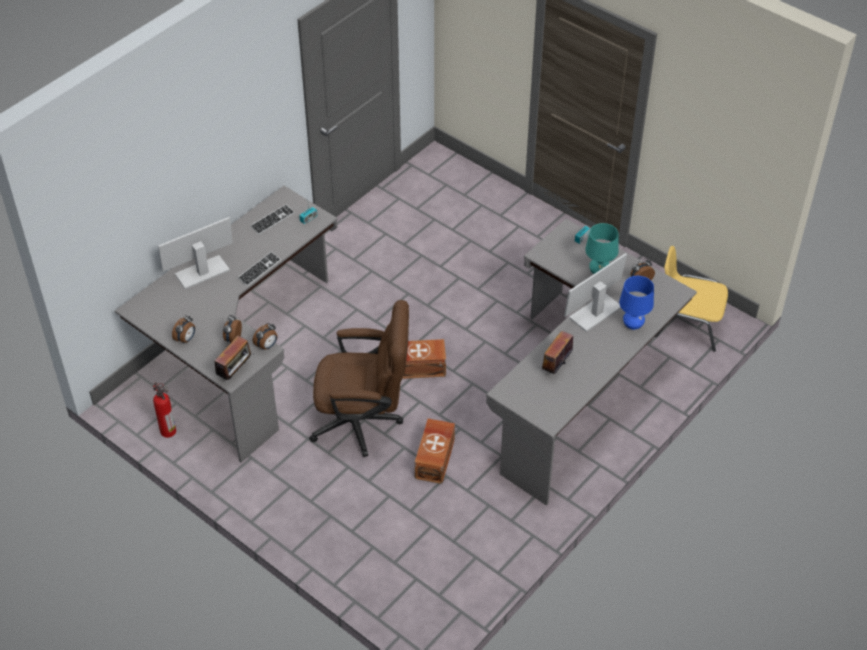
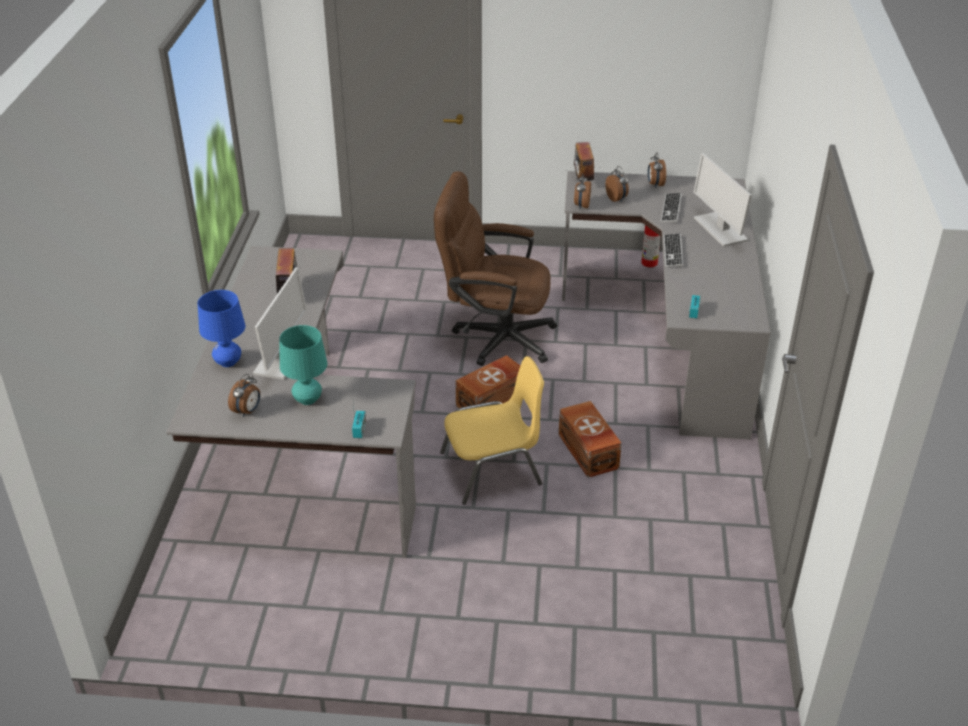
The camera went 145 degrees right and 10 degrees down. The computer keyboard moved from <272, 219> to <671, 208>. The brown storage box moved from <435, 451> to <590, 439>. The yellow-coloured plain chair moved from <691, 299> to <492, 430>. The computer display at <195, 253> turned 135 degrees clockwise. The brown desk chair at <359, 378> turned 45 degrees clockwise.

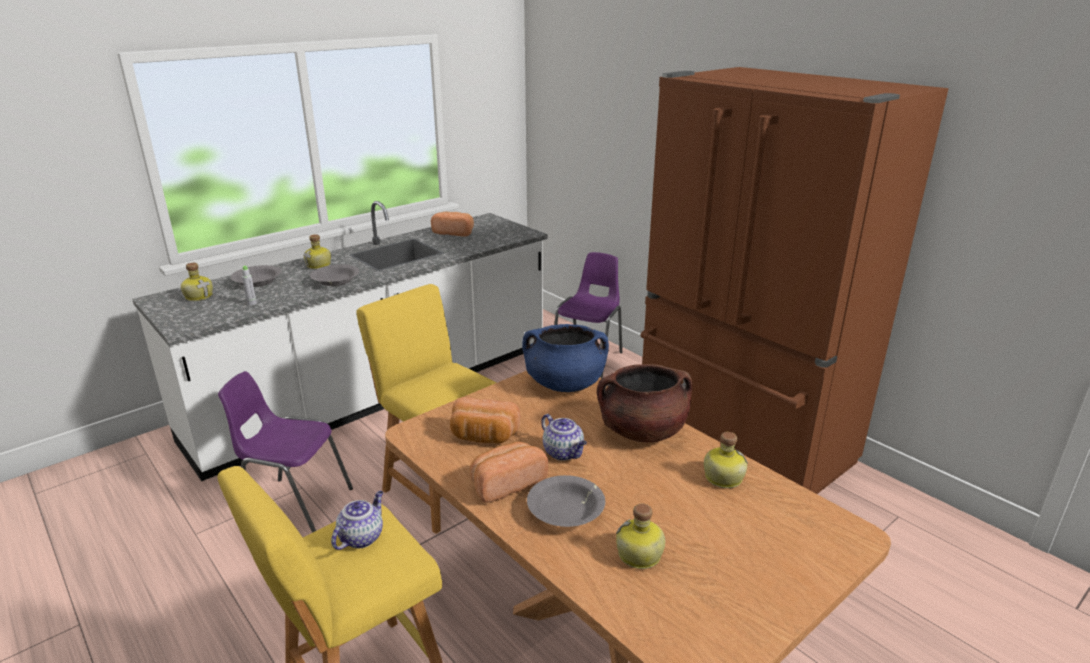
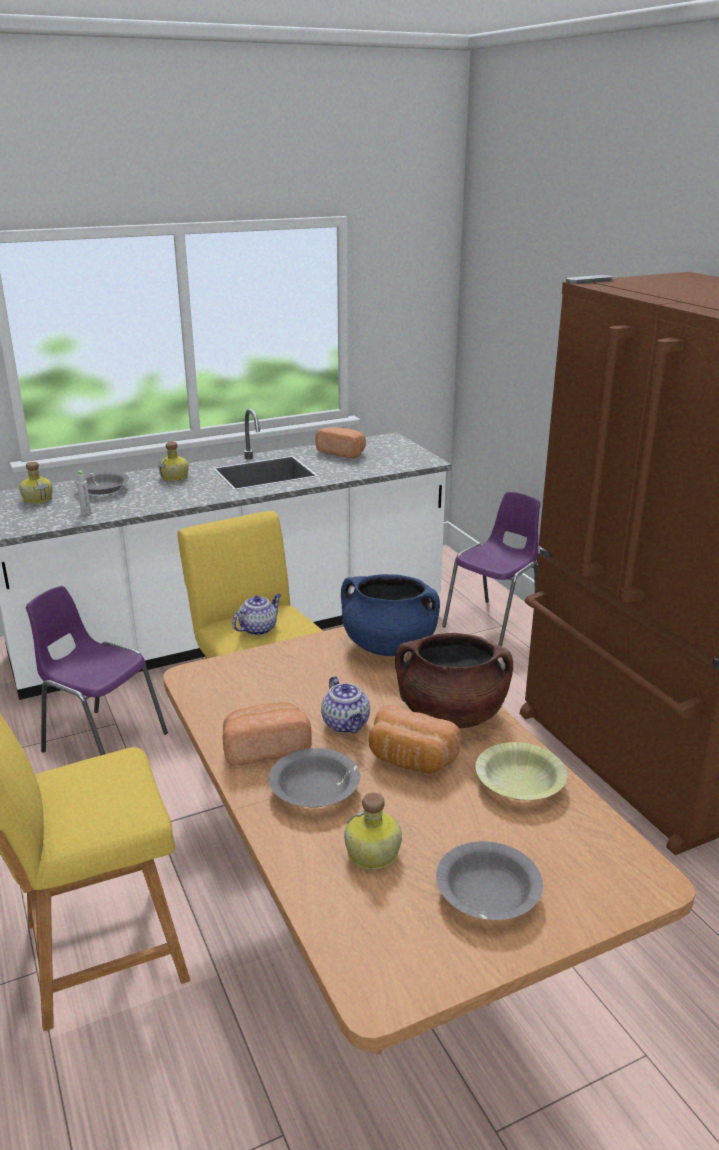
The camera went 15 degrees right and 0 degrees up. The greyish serving bowl moved from <334, 275> to <489, 880>. The teapot moved from <357, 520> to <256, 615>. The baked bread moved from <485, 420> to <415, 739>. The beverage bottle at <726, 460> was replaced by the yellow-coloured serving bowl at <521, 771>.

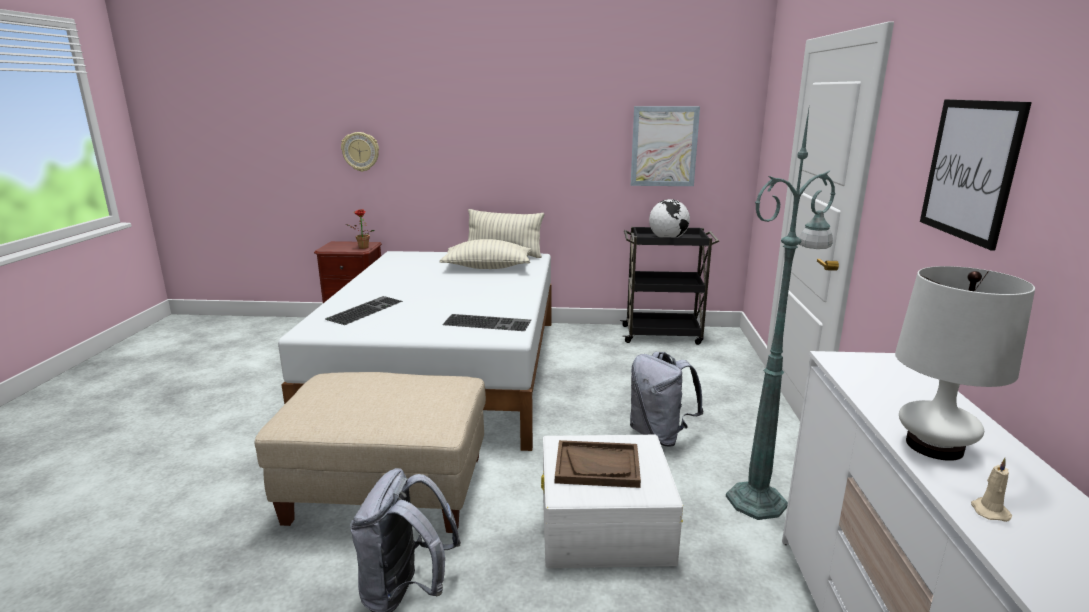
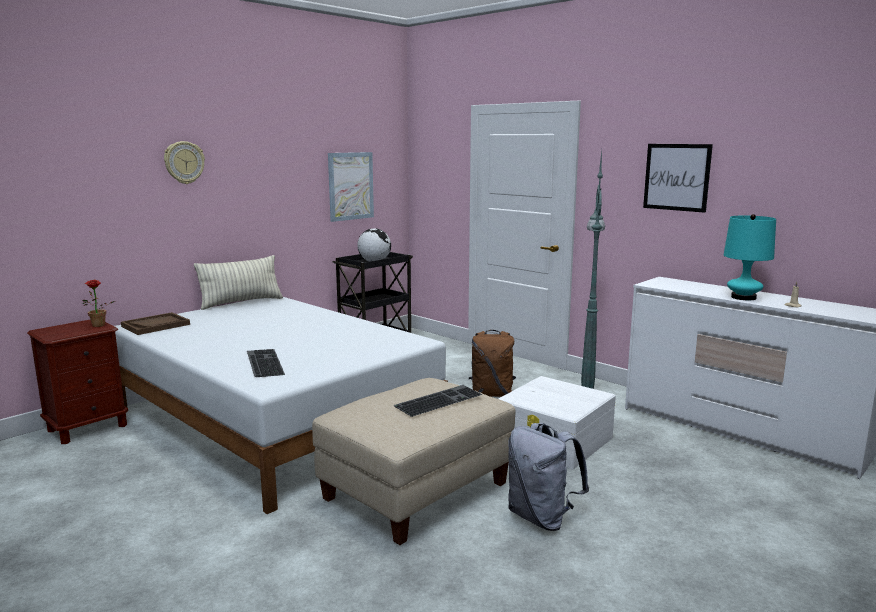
The camera went 50 degrees left and 5 degrees down. The pillow at <485, 254> disappeared. The hanging clock moved from <360, 152> to <184, 162>. The computer keyboard moved from <486, 322> to <438, 401>. The brown tray moved from <598, 464> to <155, 323>. The greyish knapsack at <667, 399> became the brown knapsack at <492, 363>. The white lamp for a table at <965, 363> became the turquoise lamp for a table at <750, 257>.

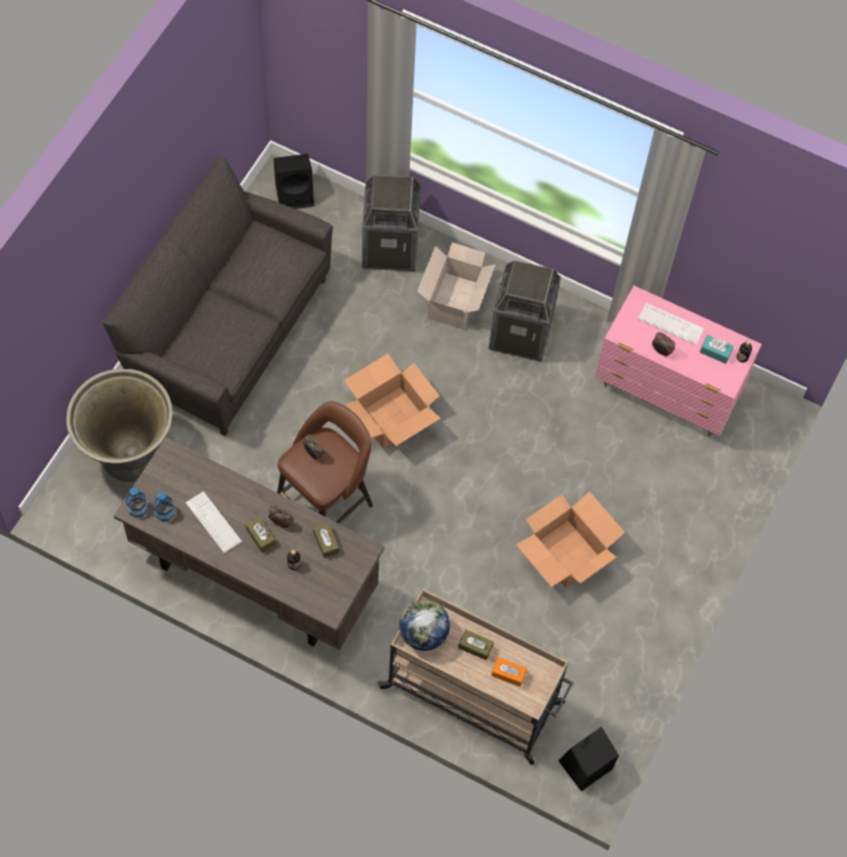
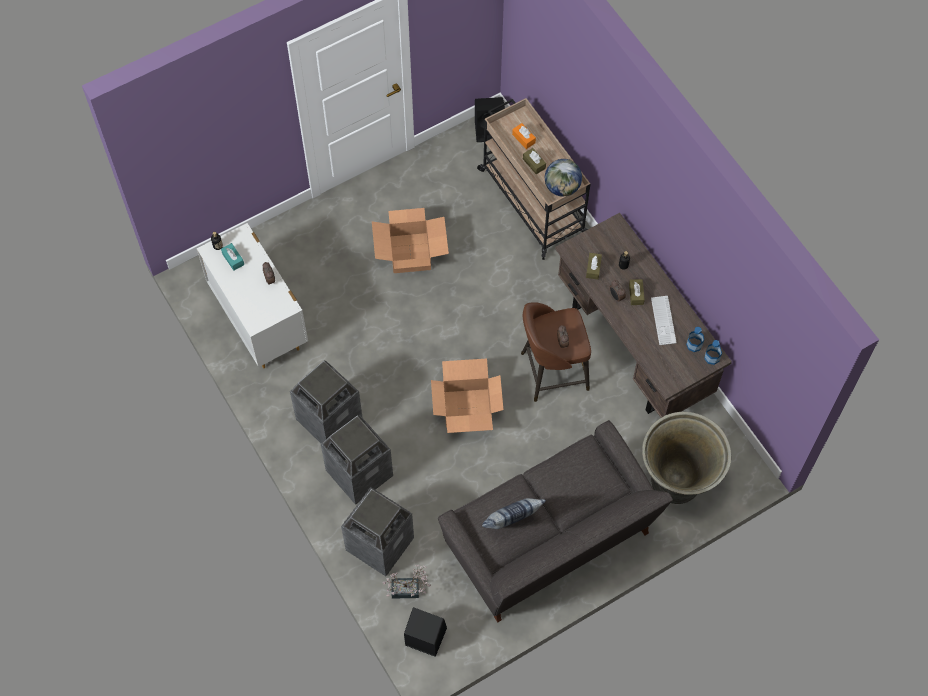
The camera went 145 degrees left and 0 degrees up. The computer keyboard at <671, 324> disappeared. The houseplant at <407, 582> appeared. The pillow at <514, 513> appeared. The packing box at <456, 285> was replaced by the trash can at <357, 460>. The pink-coloured dresser at <678, 361> became the white dresser at <252, 296>.

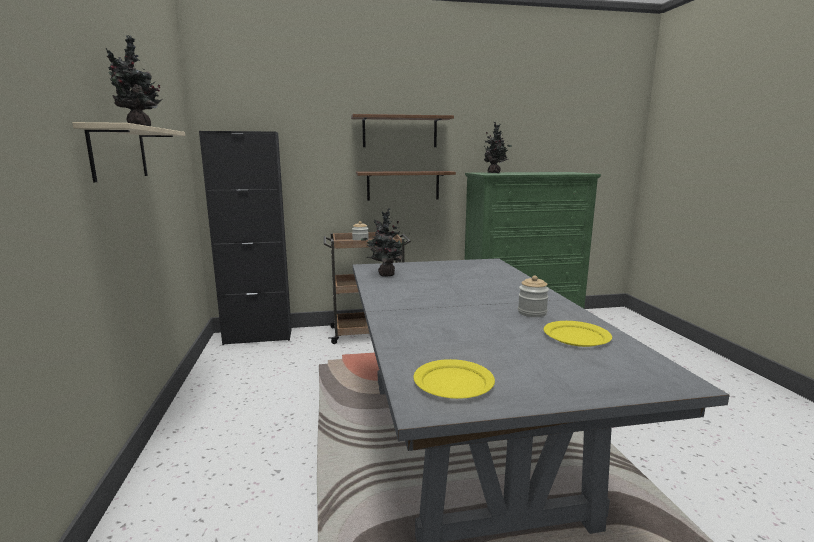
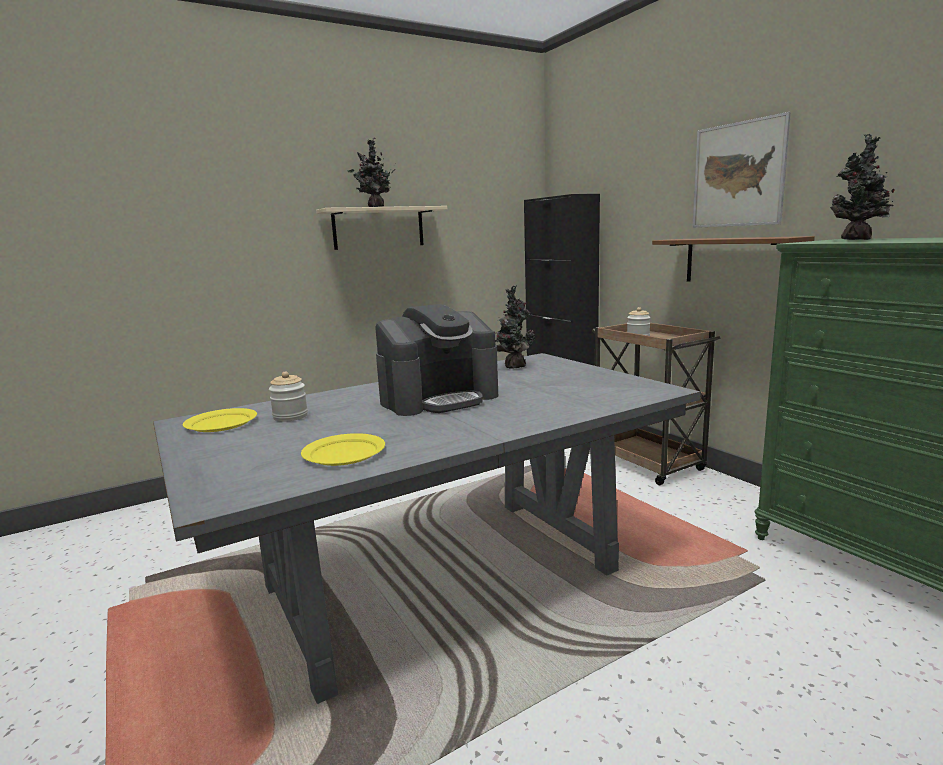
The camera went 70 degrees right and 0 degrees up. The coffee machine at <436, 360> appeared. The jar moved from <533, 296> to <288, 397>. The brown bracket shelf at <402, 130> was replaced by the picture at <741, 170>.

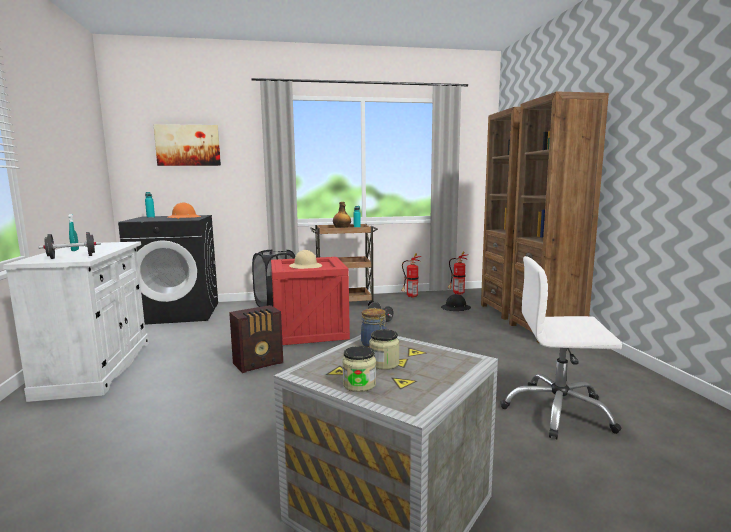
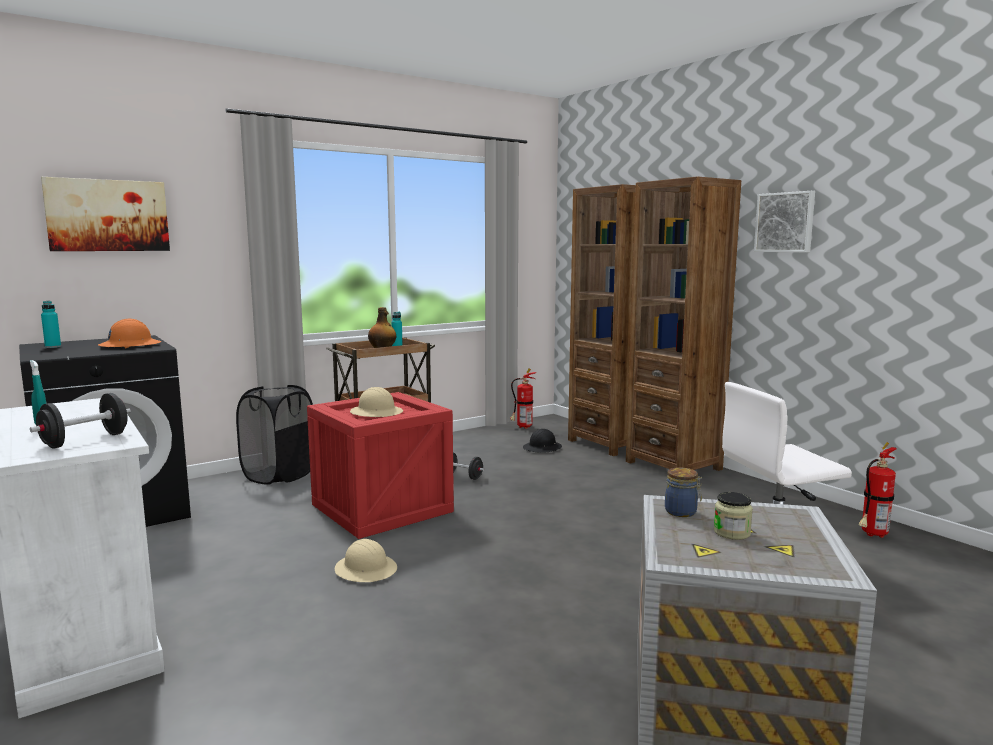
The camera went 25 degrees left and 0 degrees up. The jar at <359, 369> disappeared. The picture at <784, 221> appeared. The extinguisher moved from <411, 275> to <877, 490>. The radio at <256, 339> was replaced by the beige-coloured work helmet at <366, 560>.

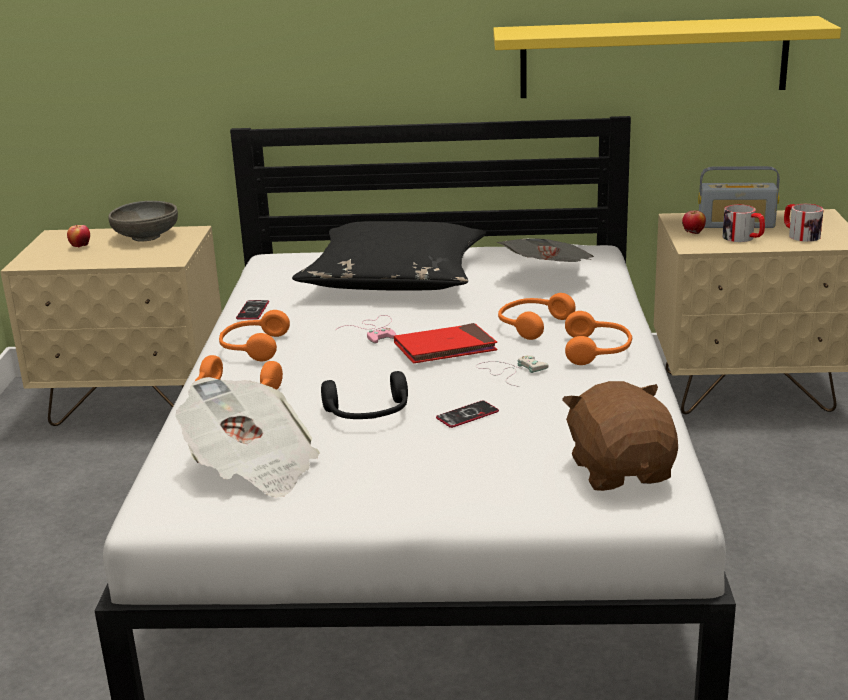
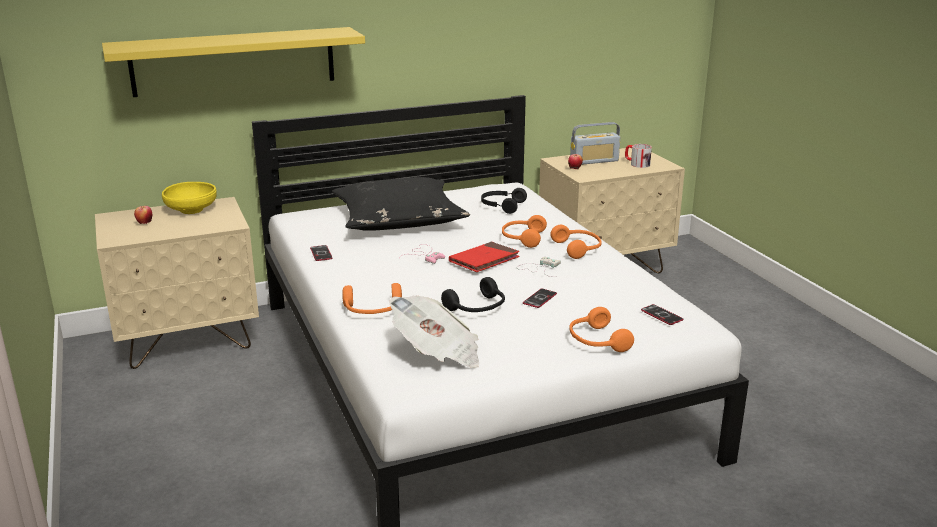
The camera went 25 degrees left and 0 degrees up. The mug at <743, 223> disappeared. The orange headset moved from <254, 335> to <601, 329>. The yellow-coloured bracket shelf moved from <667, 57> to <233, 62>. The daily paper at <545, 250> was replaced by the black-coloured headset at <504, 201>. The brown plush toy at <620, 436> was replaced by the handset at <662, 314>. The greyish serving bowl at <143, 221> became the yellow-coloured serving bowl at <189, 198>.

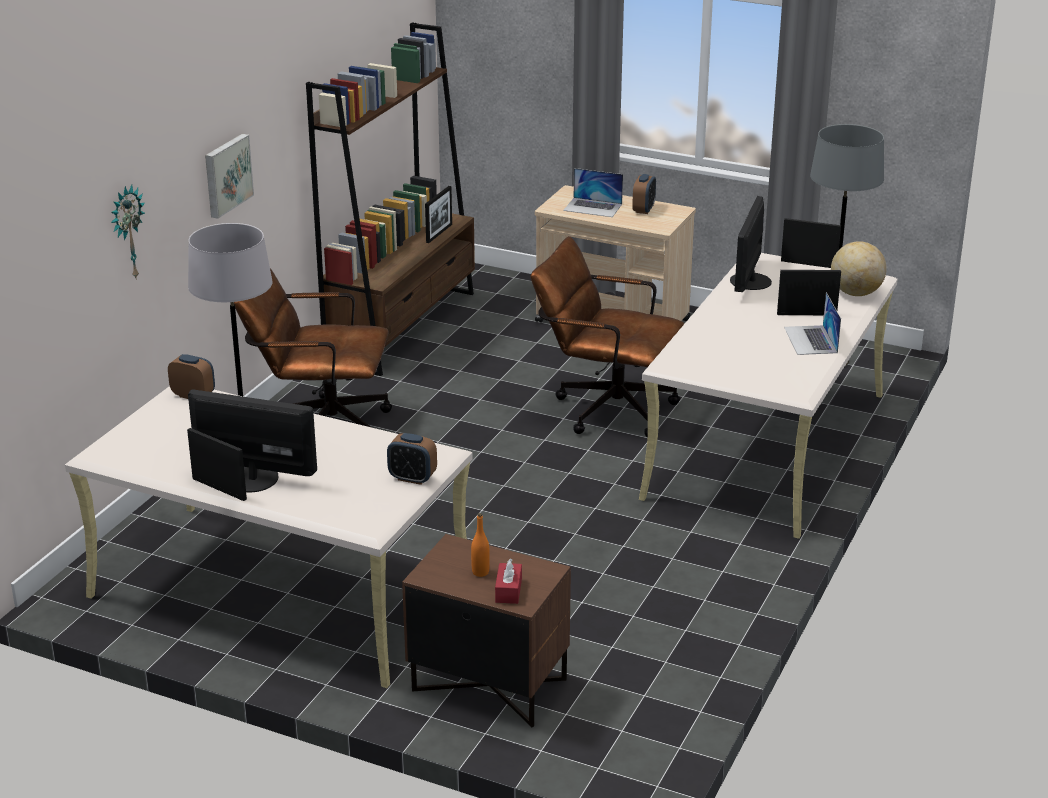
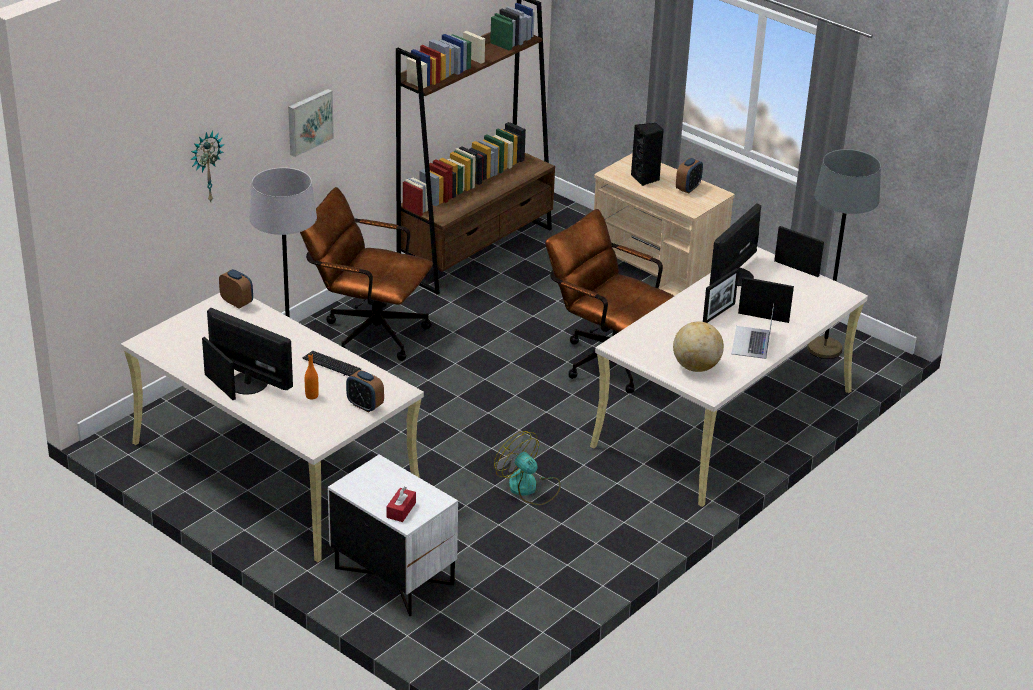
The camera went 15 degrees right and 5 degrees up. The computer keyboard at <331, 363> appeared. The fan at <527, 468> appeared. The picture frame moved from <438, 214> to <721, 295>. The orange beverage bottle moved from <480, 545> to <312, 376>. The globe moved from <859, 268> to <698, 346>. The laptop at <593, 192> was replaced by the black-coloured speaker at <647, 154>. The brown night table at <486, 630> became the white night table at <393, 535>.

